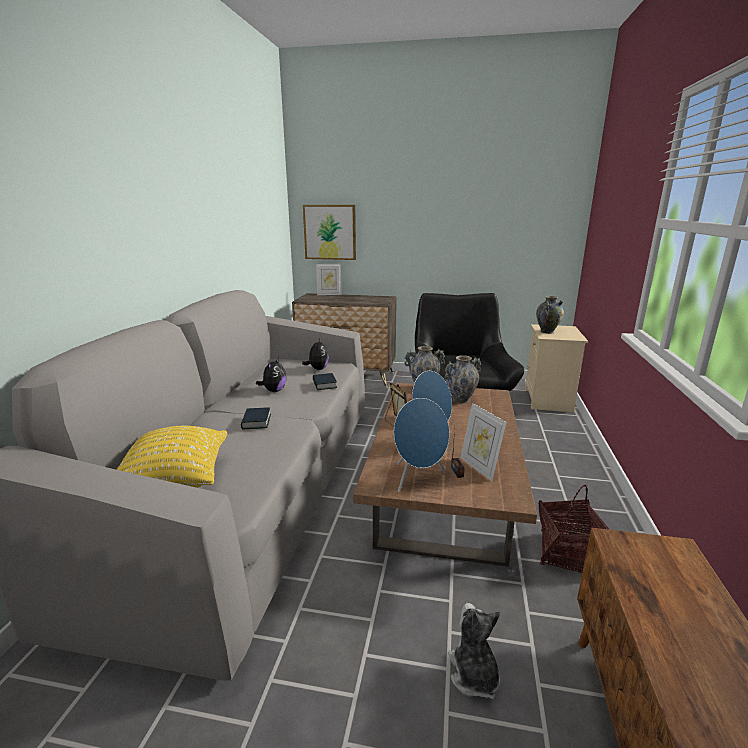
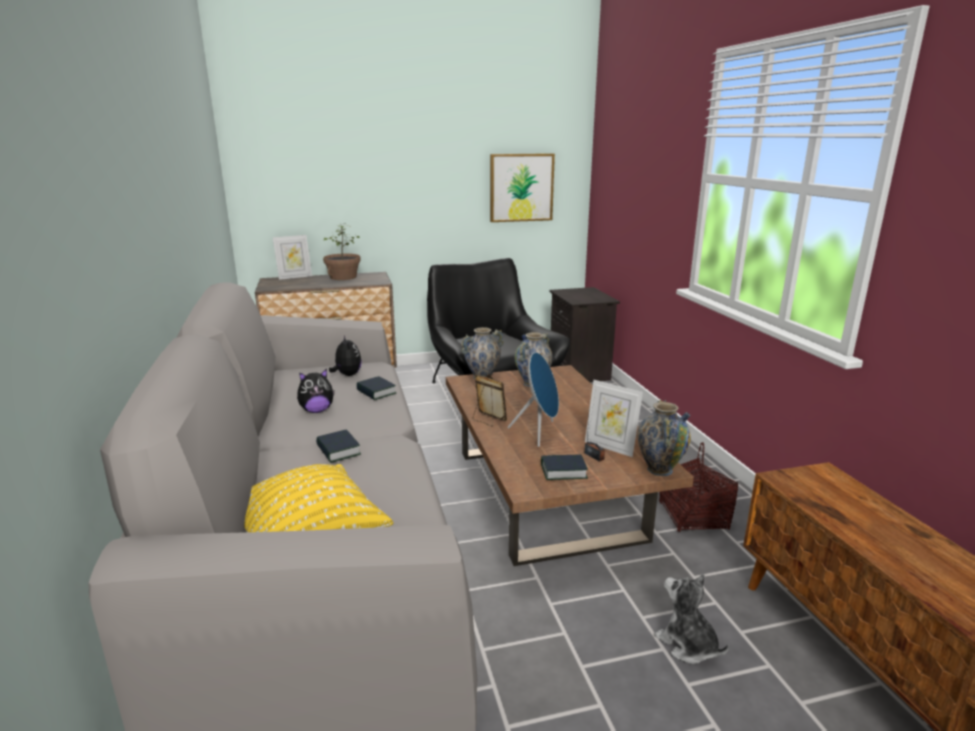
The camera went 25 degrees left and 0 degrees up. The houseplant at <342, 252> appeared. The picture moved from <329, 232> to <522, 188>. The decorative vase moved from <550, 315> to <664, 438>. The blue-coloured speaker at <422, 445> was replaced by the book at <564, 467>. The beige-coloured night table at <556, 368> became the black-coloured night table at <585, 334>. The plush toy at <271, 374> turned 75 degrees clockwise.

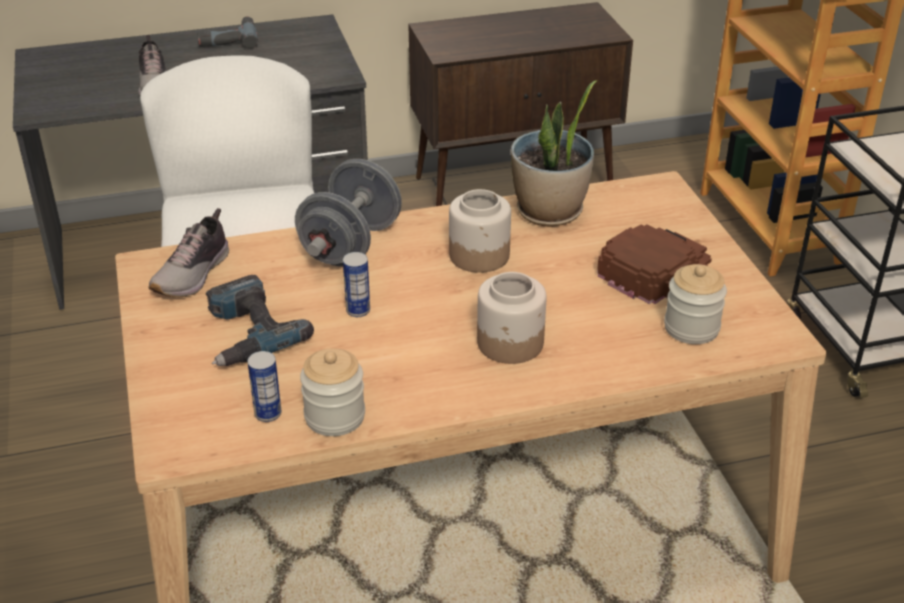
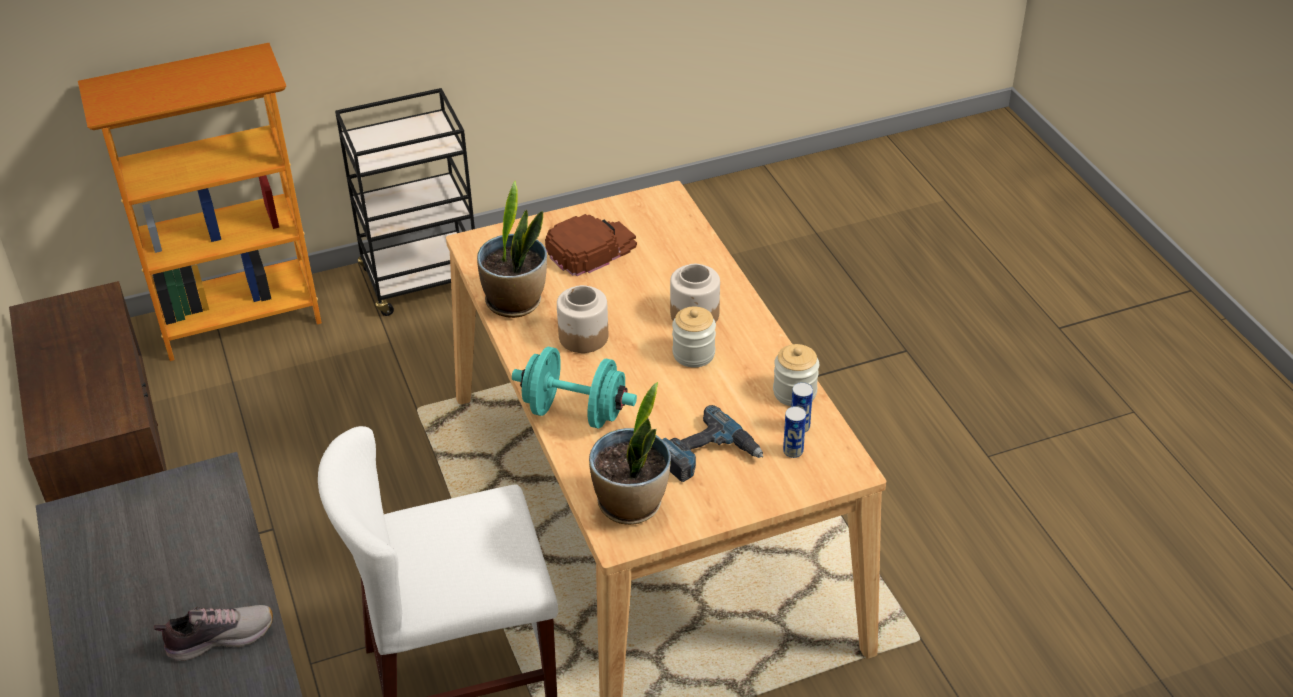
The camera went 95 degrees left and 5 degrees up. The drill at <227, 33> disappeared. The sealed can moved from <356, 284> to <794, 432>. The jar moved from <695, 304> to <694, 337>. The shoe at <189, 252> was replaced by the houseplant at <630, 453>. The greyish dumbbell at <348, 213> became the turquoise dumbbell at <574, 388>. The brown peaked cap at <654, 264> turned 105 degrees clockwise.

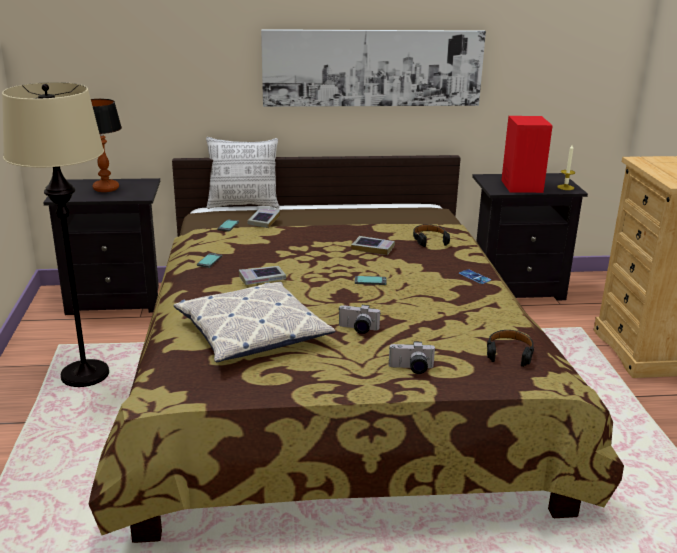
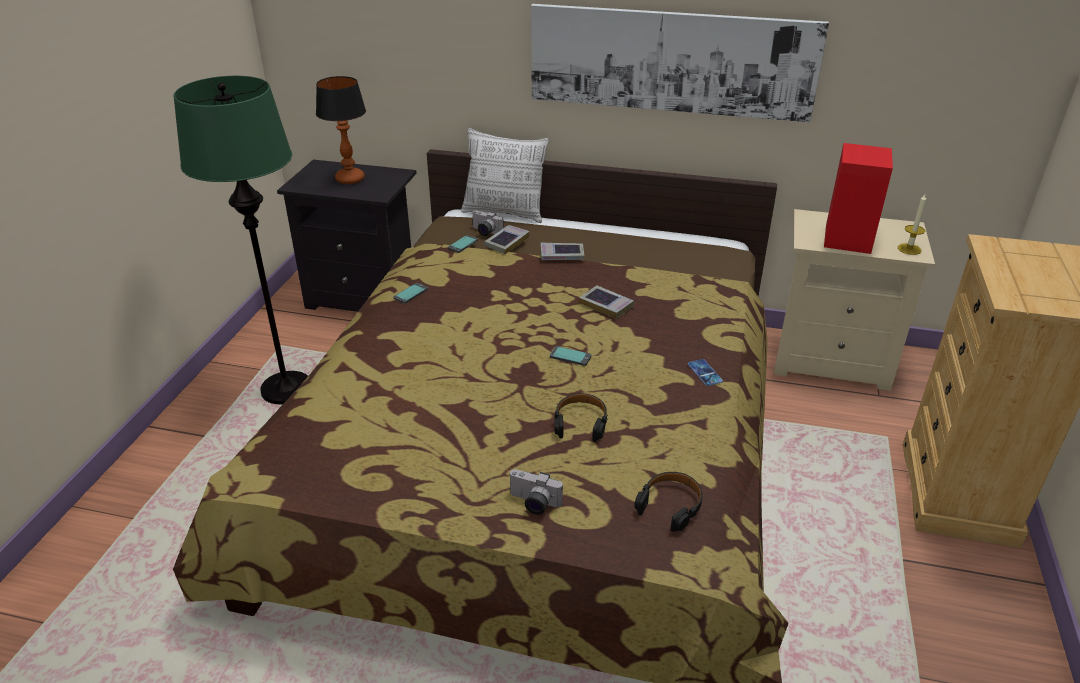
The camera went 20 degrees right and 10 degrees up. The pillow at <254, 322> disappeared. The book moved from <262, 275> to <562, 251>. The still camera moved from <359, 319> to <488, 223>. The black-coloured headset moved from <431, 235> to <581, 417>. The beige-coloured standard lamp at <55, 234> became the green standard lamp at <240, 240>. The black-coloured night table at <530, 237> became the beige-coloured night table at <854, 300>.

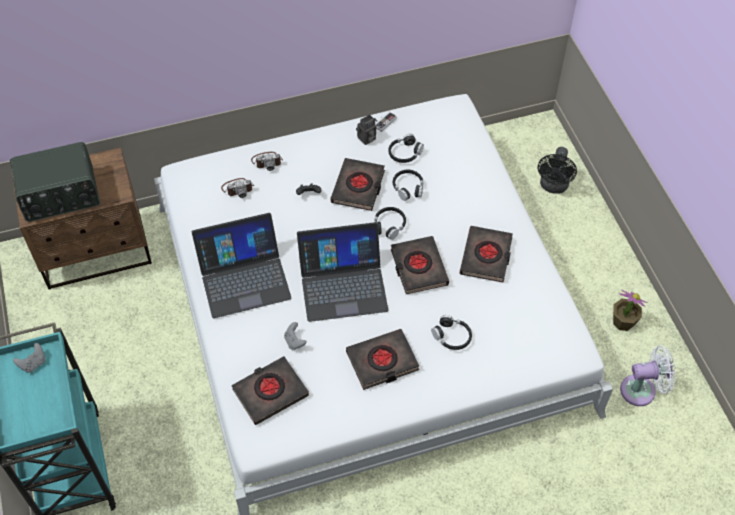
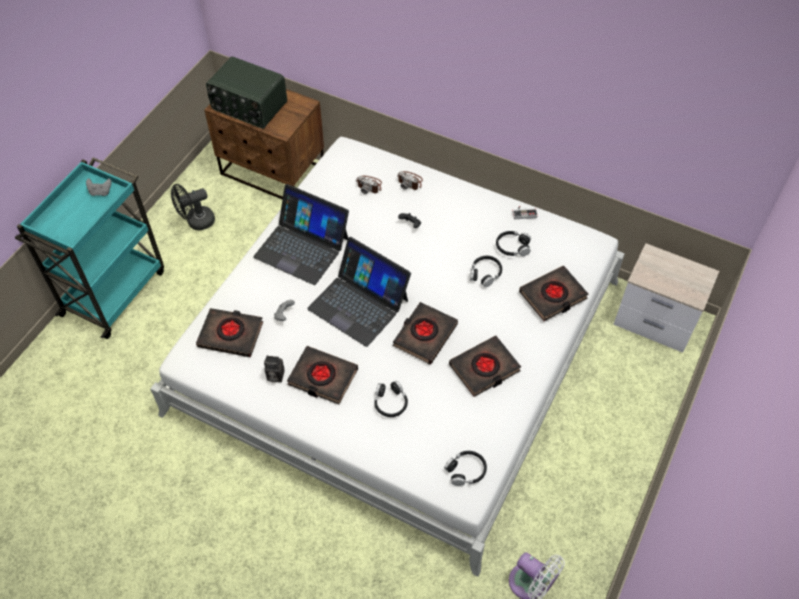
The camera went 45 degrees right and 0 degrees up. The houseplant at <630, 310> disappeared. The night table at <666, 298> appeared. The black-coloured book moved from <358, 184> to <553, 293>. The still camera moved from <366, 129> to <274, 369>. The black-coloured headset moved from <390, 223> to <465, 468>. The black-coloured fan moved from <557, 170> to <193, 207>.

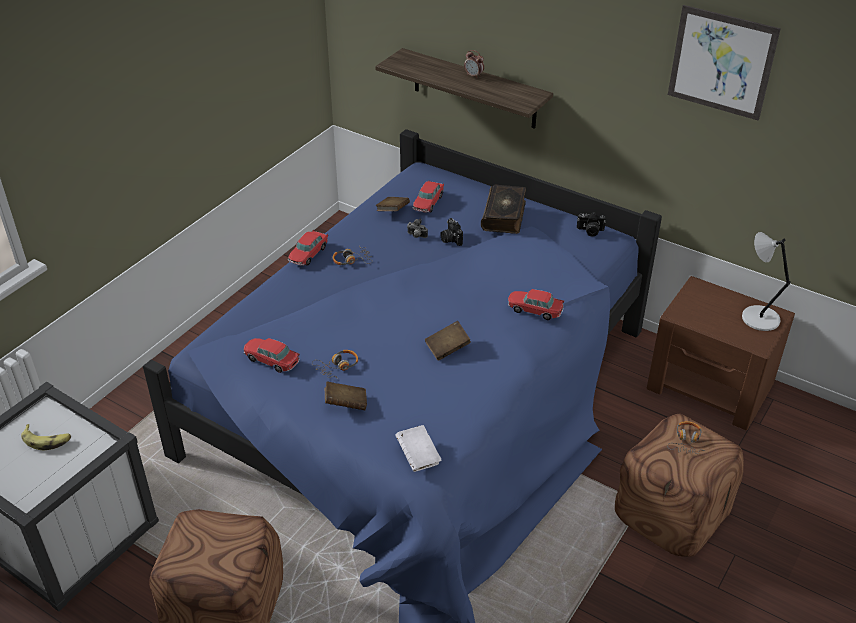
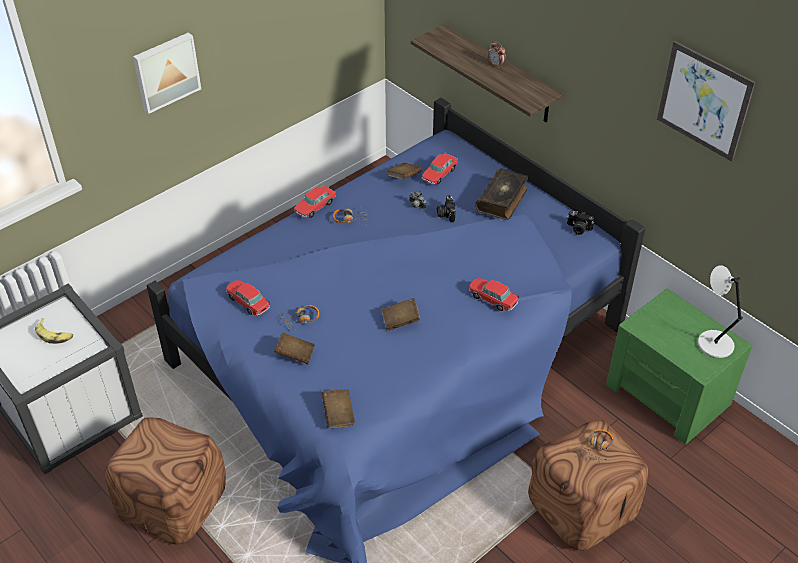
The camera went 15 degrees right and 5 degrees up. The picture at <167, 73> appeared. The white book at <418, 448> became the brown book at <338, 408>. The brown night table at <721, 353> became the green night table at <679, 366>.

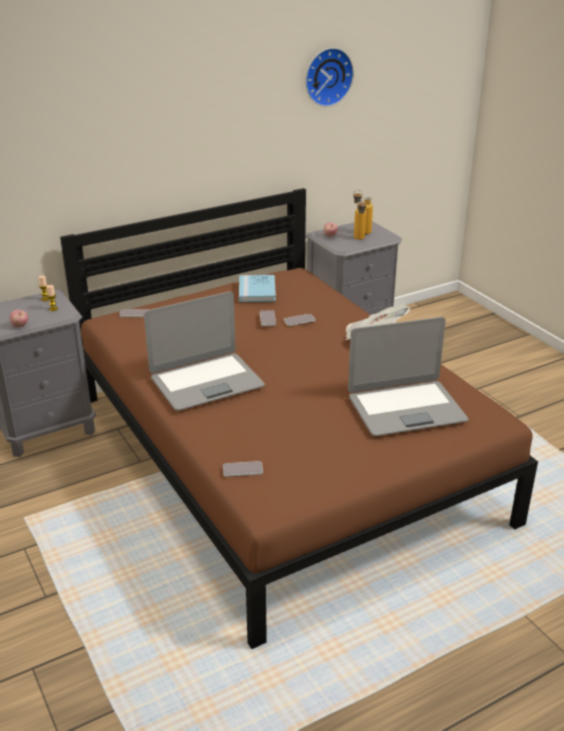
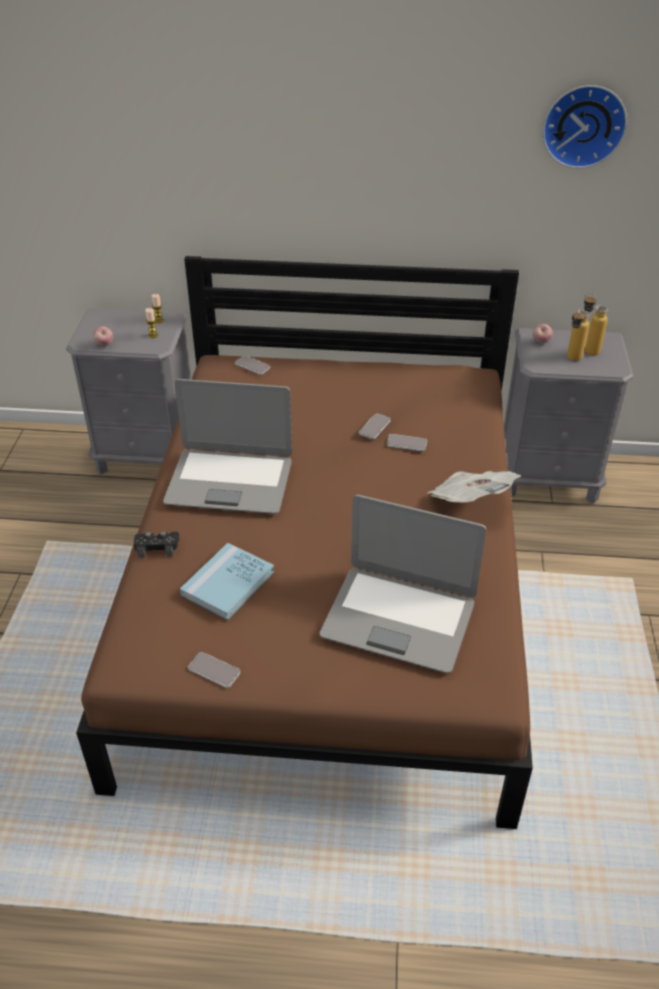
The camera went 35 degrees right and 10 degrees up. The black-coloured game controller at <156, 544> appeared. The handset moved from <243, 469> to <214, 670>. The blue-coloured book moved from <257, 288> to <227, 581>.

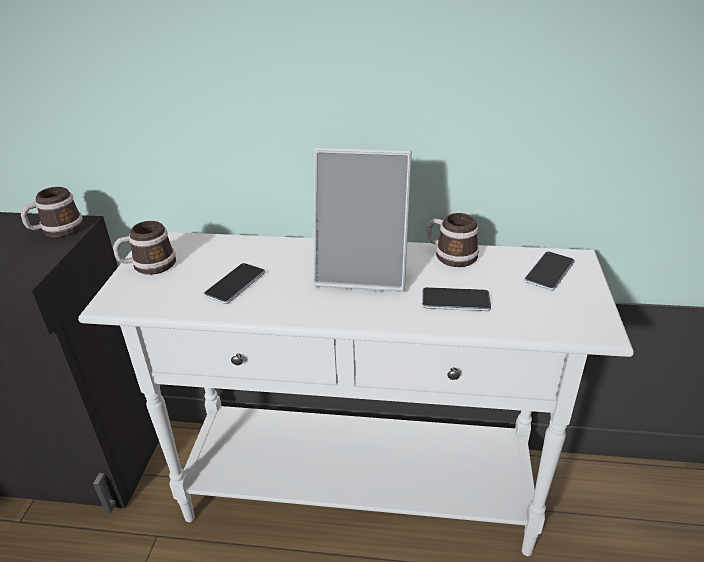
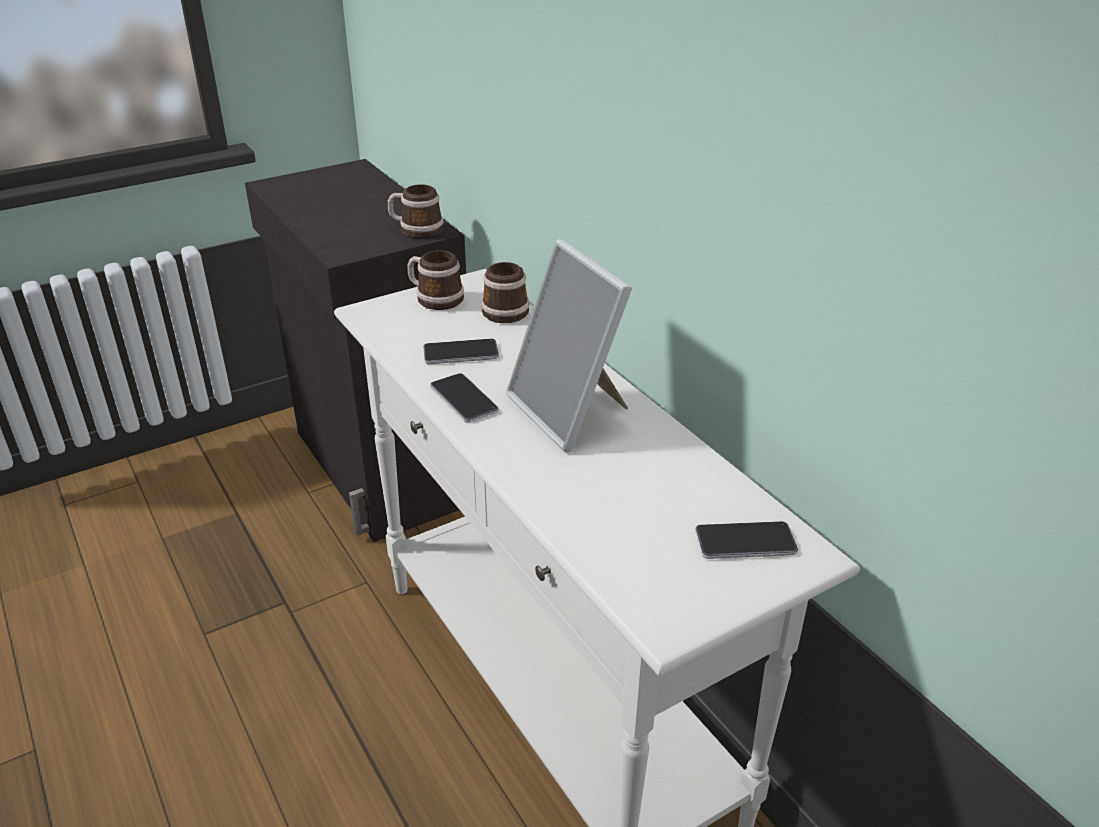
The camera went 50 degrees right and 0 degrees up. The handset moved from <456, 299> to <464, 397>. The mug moved from <452, 240> to <505, 292>.

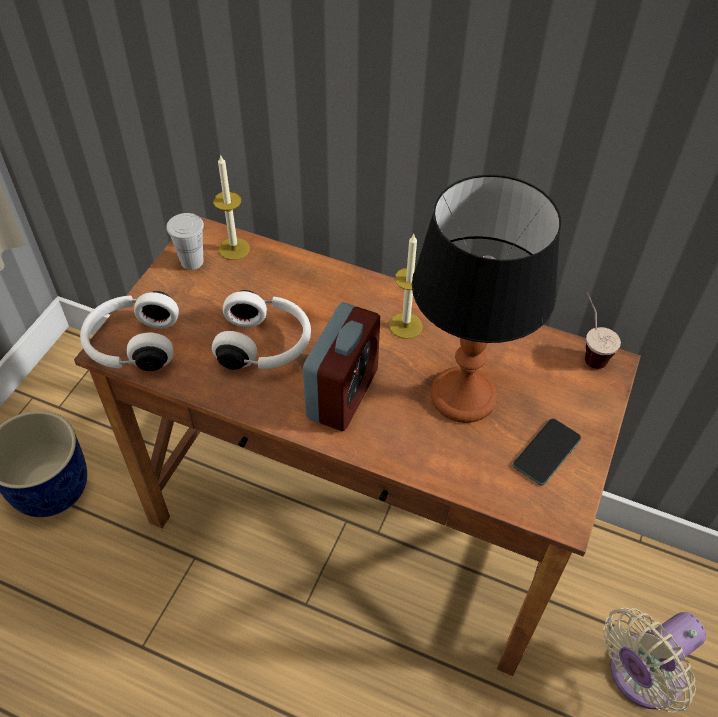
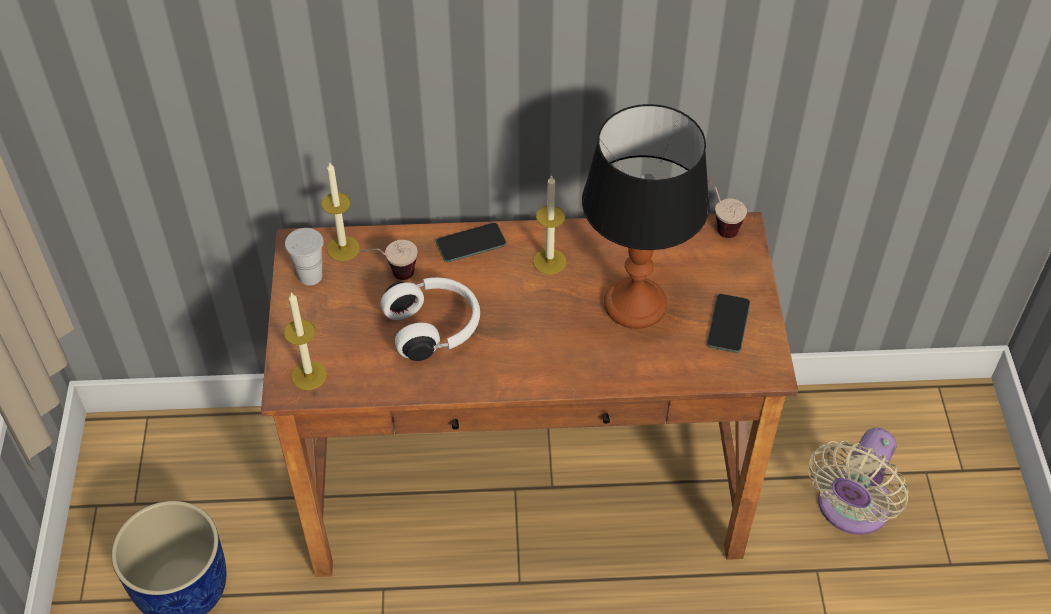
The camera went 25 degrees left and 0 degrees up. The bedside clock at <341, 366> disappeared. The small cup at <388, 260> appeared. The handset at <471, 242> appeared. The white headset at <129, 331> was replaced by the wax candle at <305, 341>.

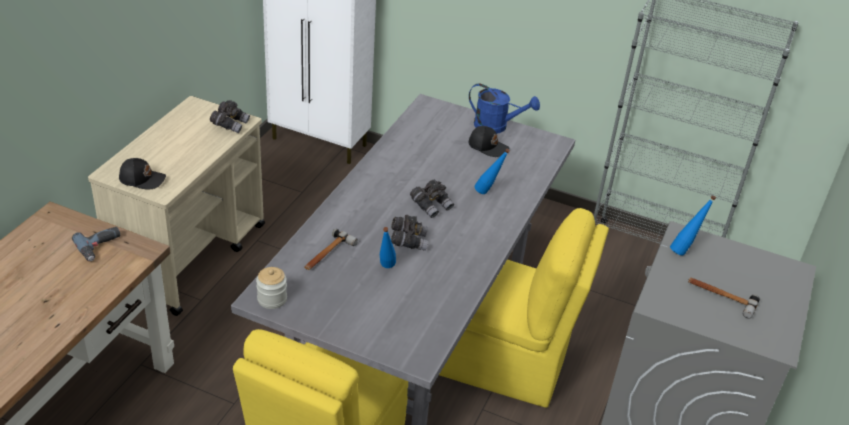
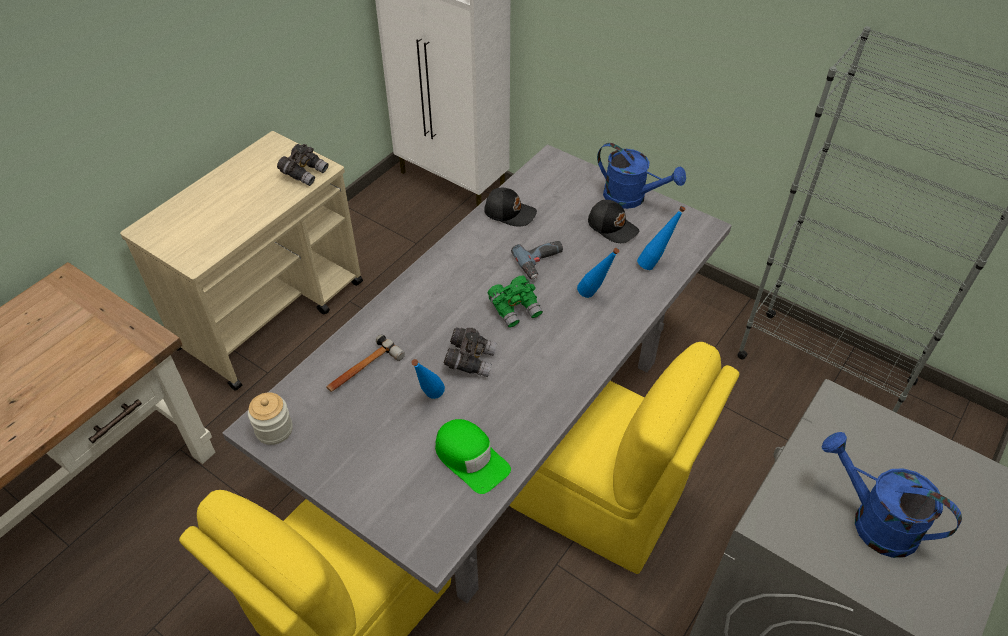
The camera went 15 degrees right and 10 degrees up. The green peaked cap at <473, 456> appeared. The drill moved from <96, 244> to <537, 260>. The black-coloured peaked cap moved from <142, 174> to <510, 207>. The blue-coloured beverage bottle moved from <693, 225> to <661, 238>. The tool hammer at <724, 297> was replaced by the blue-coloured watering pot at <891, 495>. The greyish field glasses at <432, 199> became the green field glasses at <515, 302>.

